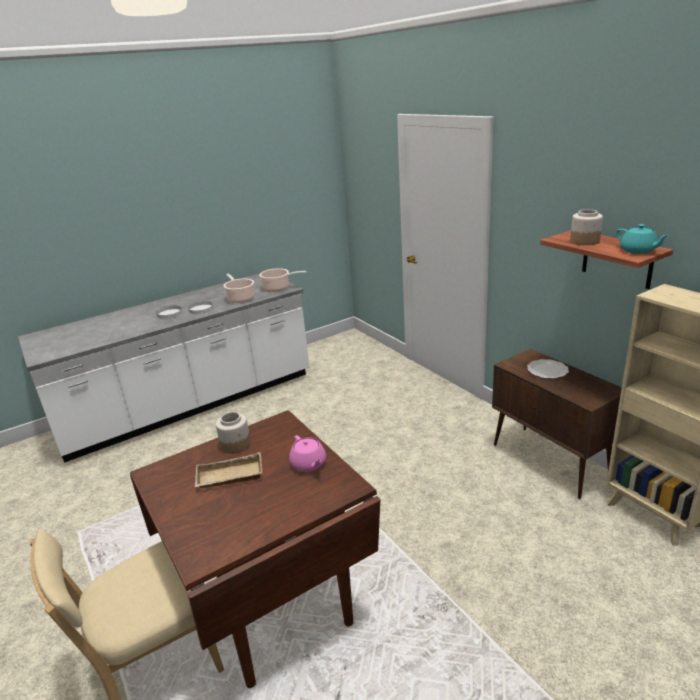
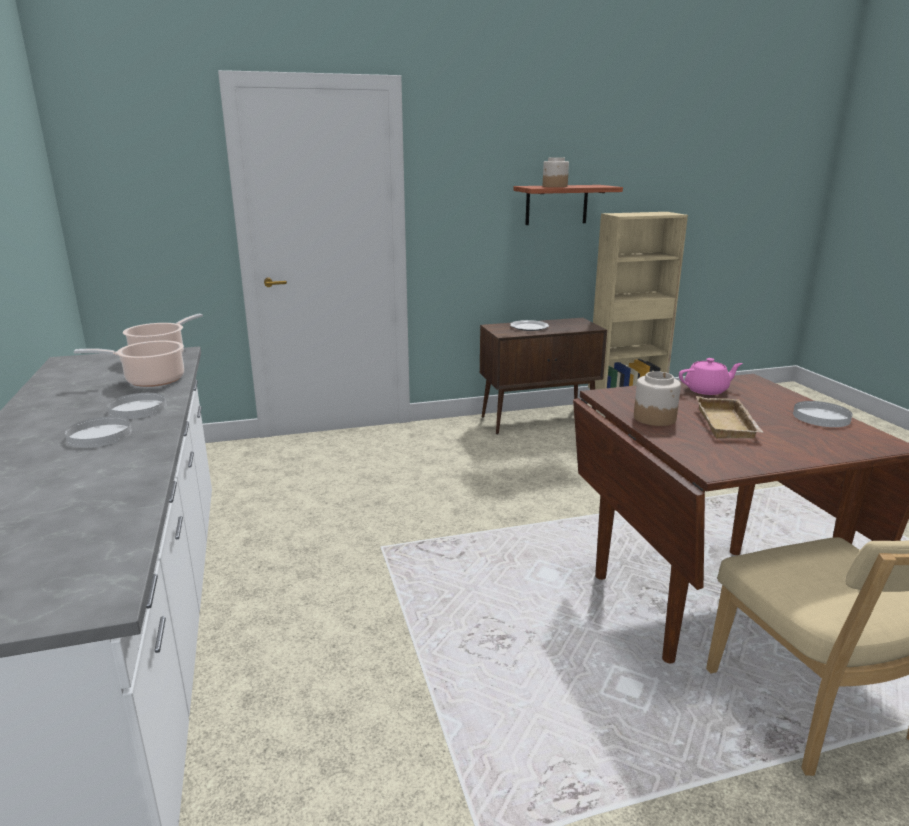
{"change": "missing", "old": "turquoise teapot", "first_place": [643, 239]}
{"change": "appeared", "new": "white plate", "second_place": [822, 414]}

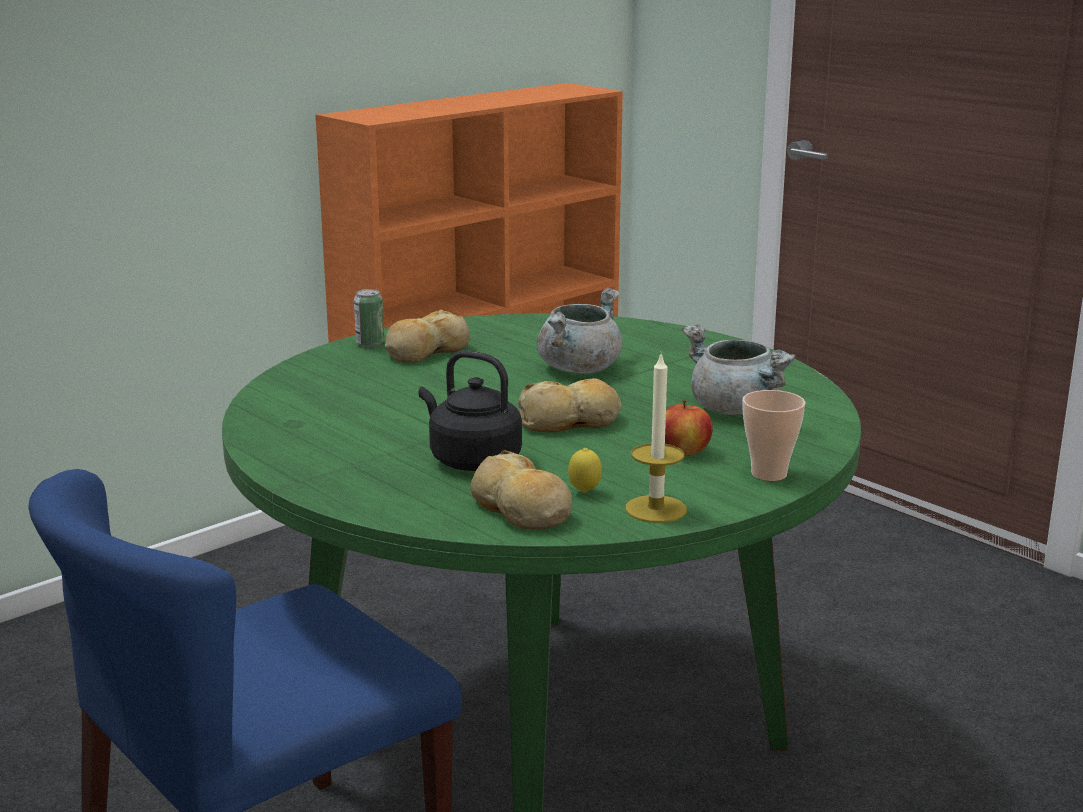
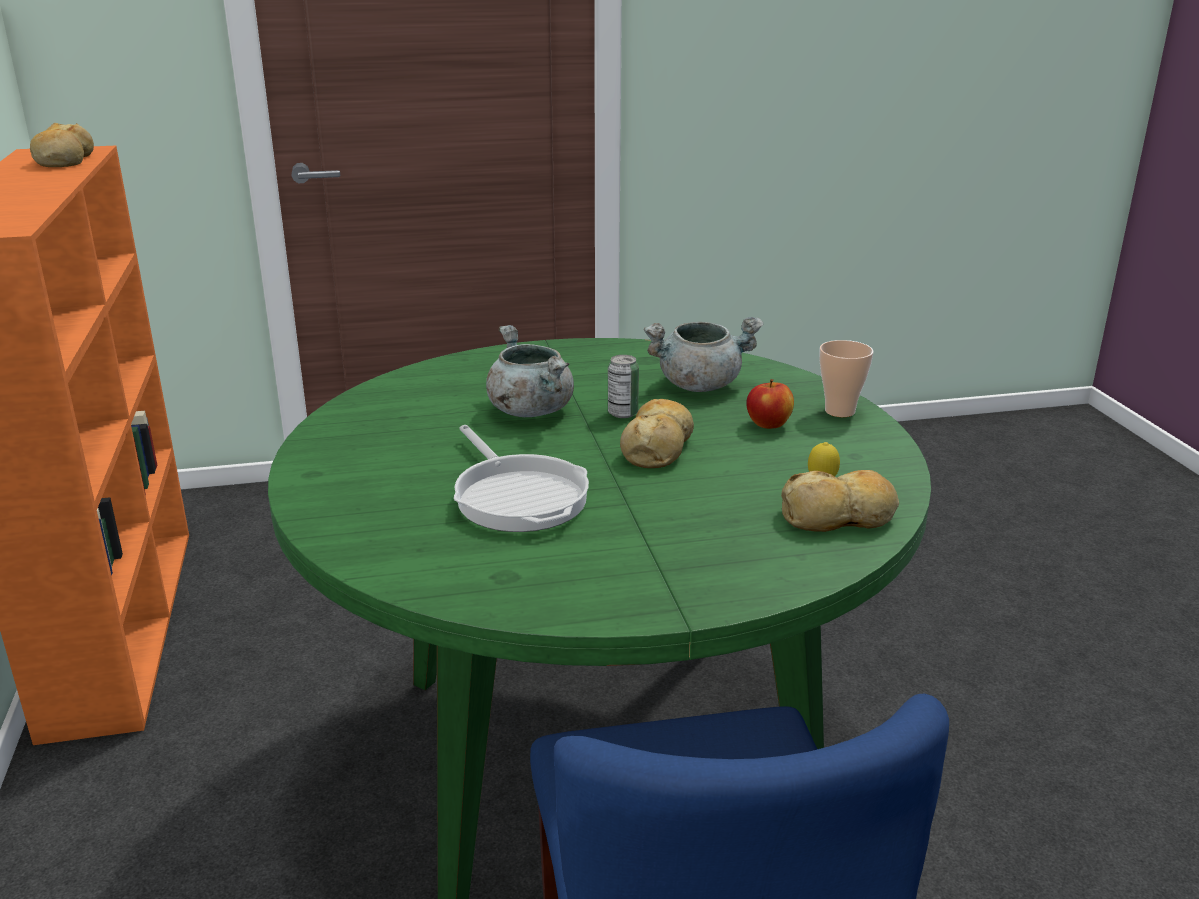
{"change": "missing", "old": "black kettle", "first_place": [470, 410]}
{"change": "missing", "old": "candle", "first_place": [656, 437]}
{"change": "appeared", "new": "frying pan", "second_place": [521, 478]}
{"change": "relocated", "old": "can", "first_place": [369, 318], "second_place": [623, 386]}
{"change": "relocated", "old": "bread", "first_place": [427, 336], "second_place": [62, 145]}

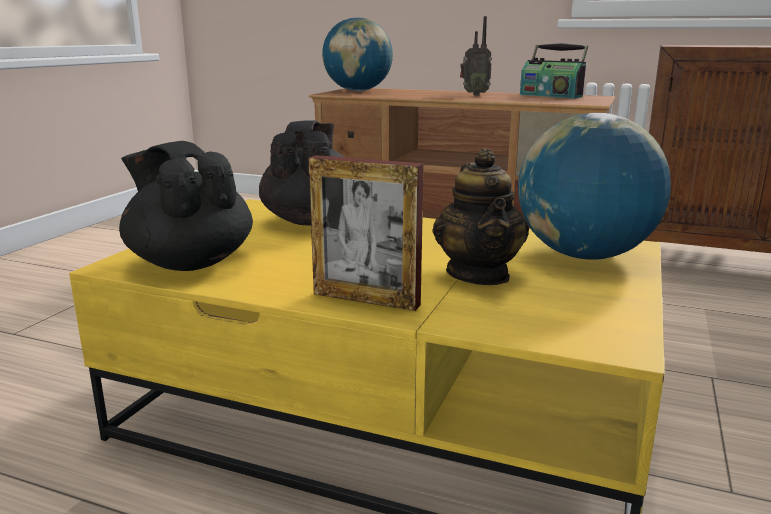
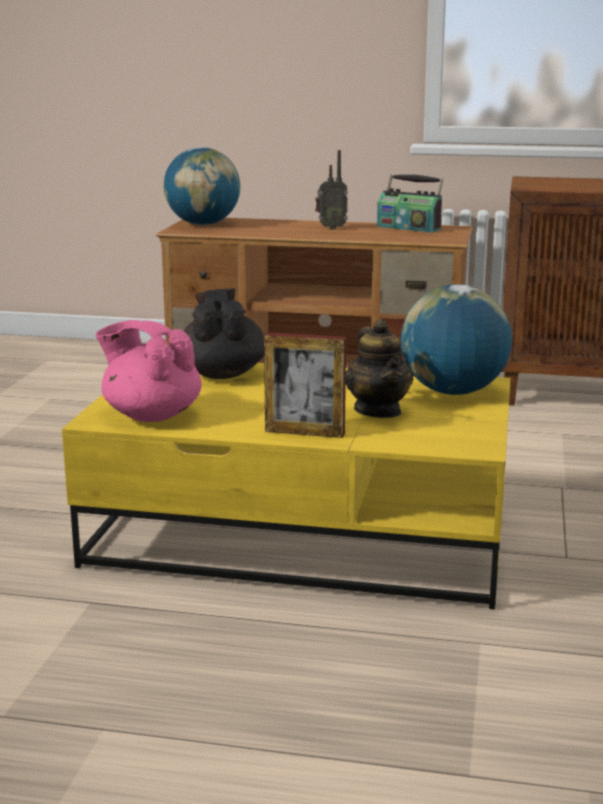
{"change": "colour", "old": "black teapot", "new": "pink teapot", "first_place": [186, 206], "second_place": [149, 371]}

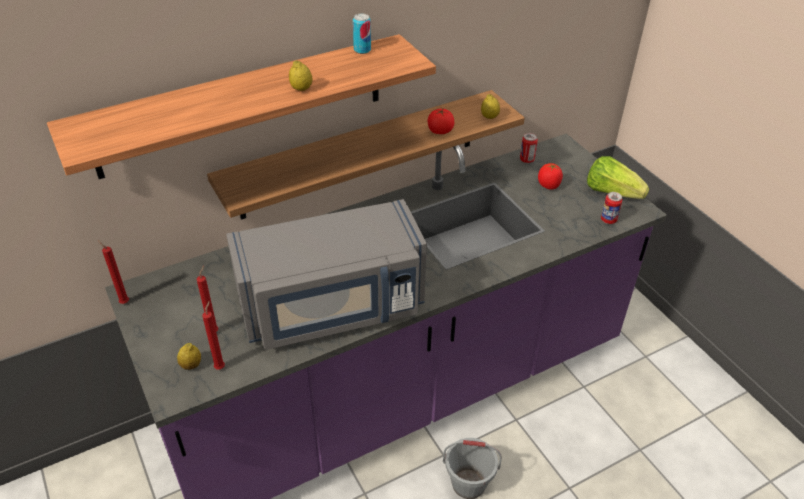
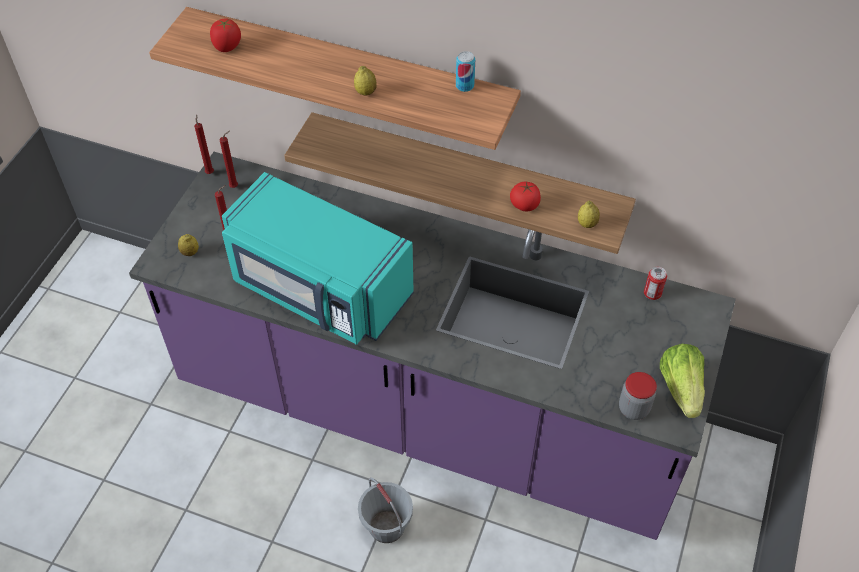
{"change": "relocated", "old": "red candle", "first_place": [213, 335], "second_place": [229, 159]}
{"change": "relocated", "old": "tomato", "first_place": [550, 176], "second_place": [225, 35]}
{"change": "exchanged", "old": "can", "new": "jar", "first_place": [612, 208], "second_place": [638, 396]}
{"change": "colour", "old": "grey microwave", "new": "turquoise microwave", "first_place": [326, 274], "second_place": [318, 258]}

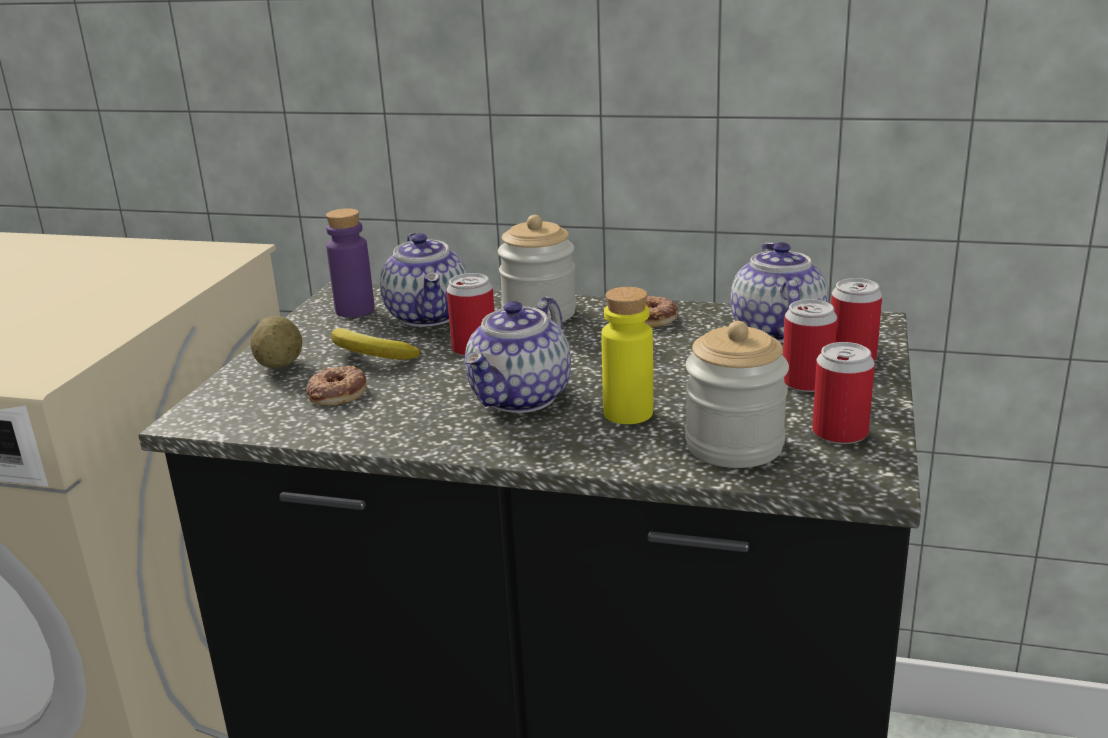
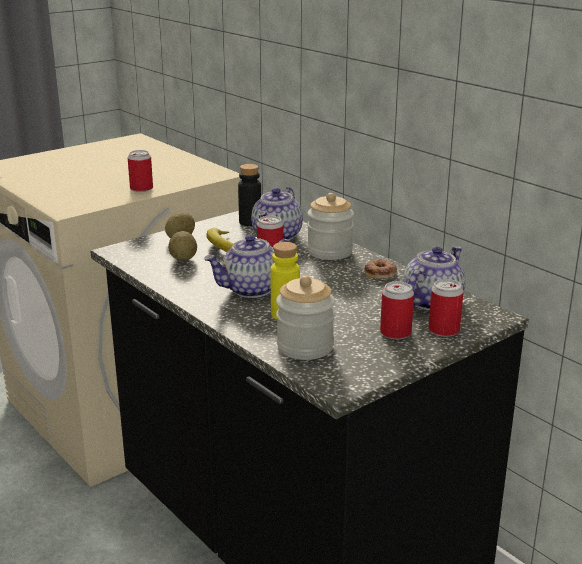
{"change": "relocated", "old": "can", "first_place": [843, 393], "second_place": [140, 171]}
{"change": "exchanged", "old": "donut", "new": "potato", "first_place": [336, 385], "second_place": [182, 245]}
{"change": "colour", "old": "purple bottle", "new": "black bottle", "first_place": [350, 262], "second_place": [249, 195]}

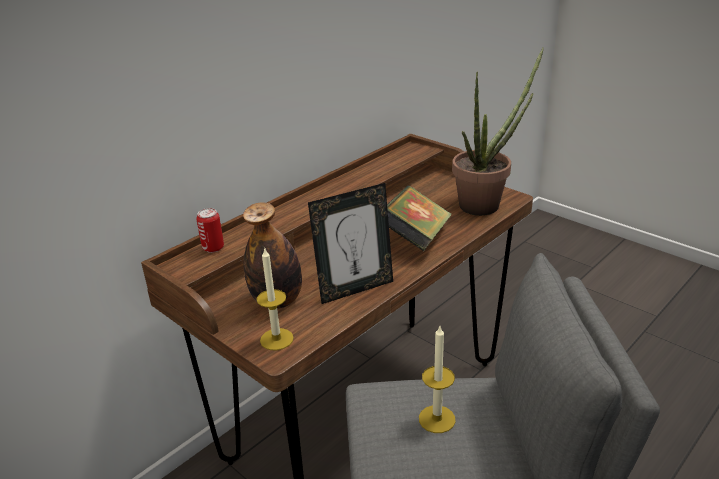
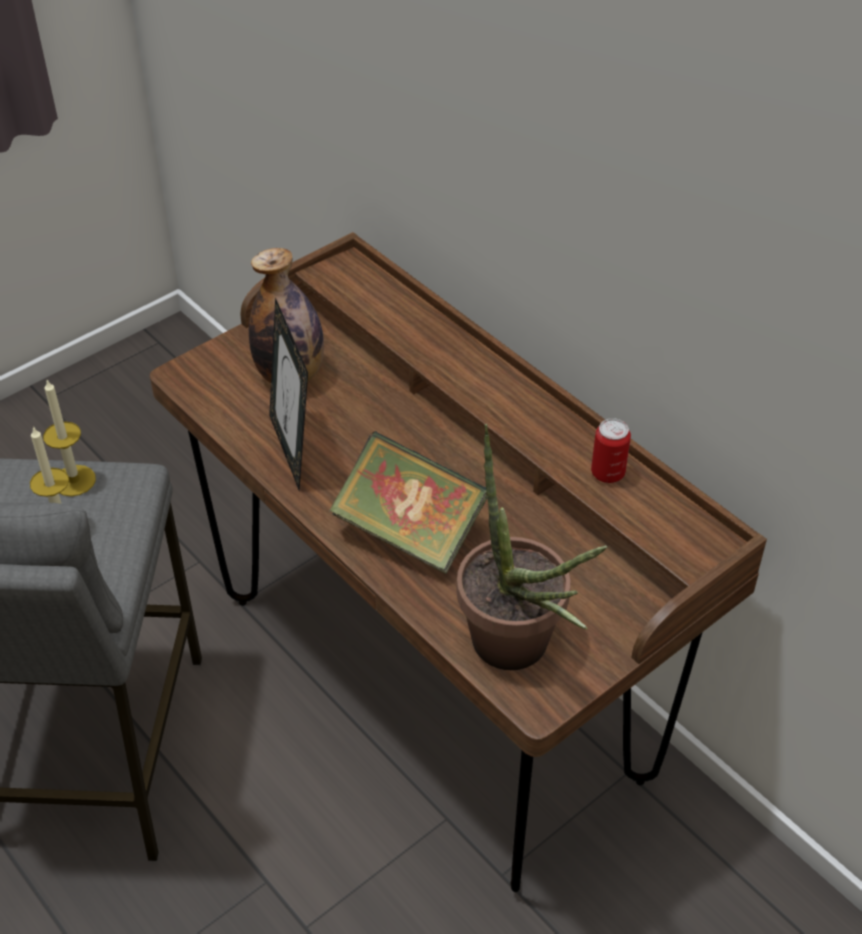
{"change": "relocated", "old": "can", "first_place": [210, 230], "second_place": [611, 450]}
{"change": "relocated", "old": "candle", "first_place": [275, 299], "second_place": [69, 438]}

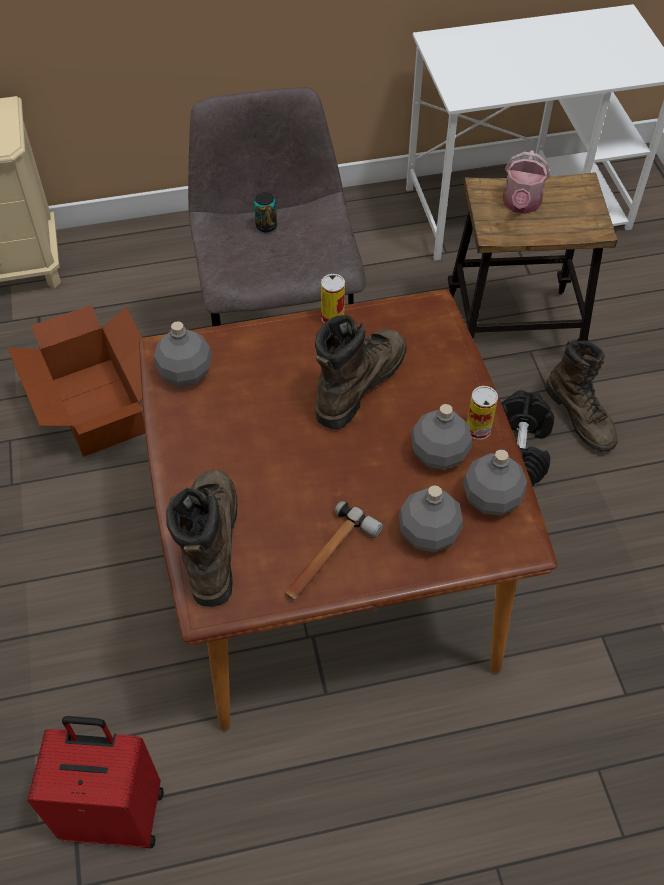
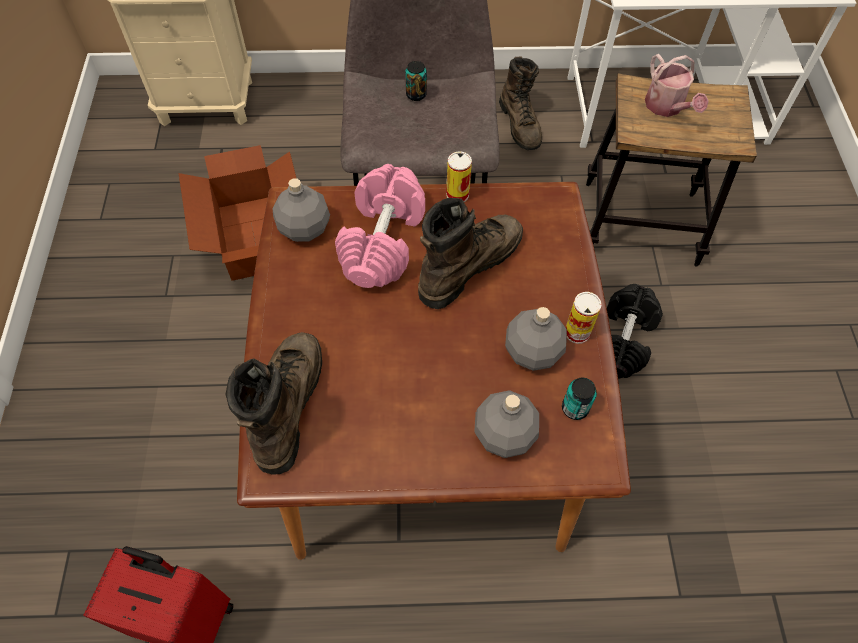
{"change": "missing", "old": "hammer", "first_place": [334, 550]}
{"change": "appeared", "new": "pink dumbbell", "second_place": [380, 226]}
{"change": "relocated", "old": "brown boot", "first_place": [581, 395], "second_place": [520, 103]}
{"change": "exchanged", "old": "grey bottle", "new": "can", "first_place": [495, 482], "second_place": [579, 398]}
{"change": "spun", "old": "watering can", "first_place": [526, 182], "second_place": [677, 85], "degrees": -45}

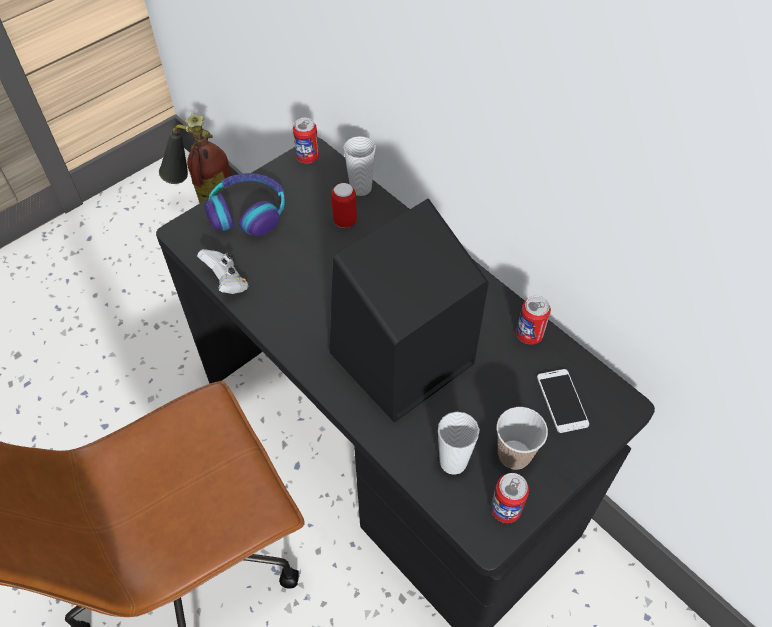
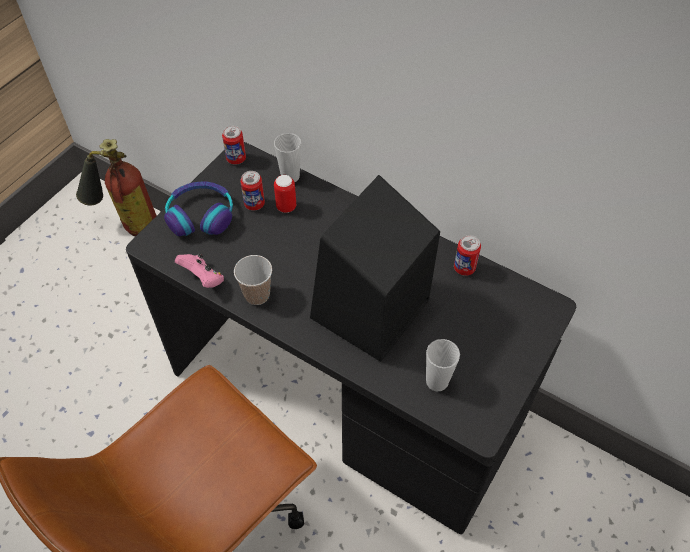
{"change": "missing", "old": "phone", "first_place": [563, 401]}
{"change": "relocated", "old": "can", "first_place": [510, 498], "second_place": [252, 191]}
{"change": "relocated", "old": "cup", "first_place": [522, 438], "second_place": [253, 280]}
{"change": "colour", "old": "white game controller", "new": "pink game controller", "first_place": [222, 271], "second_place": [199, 270]}

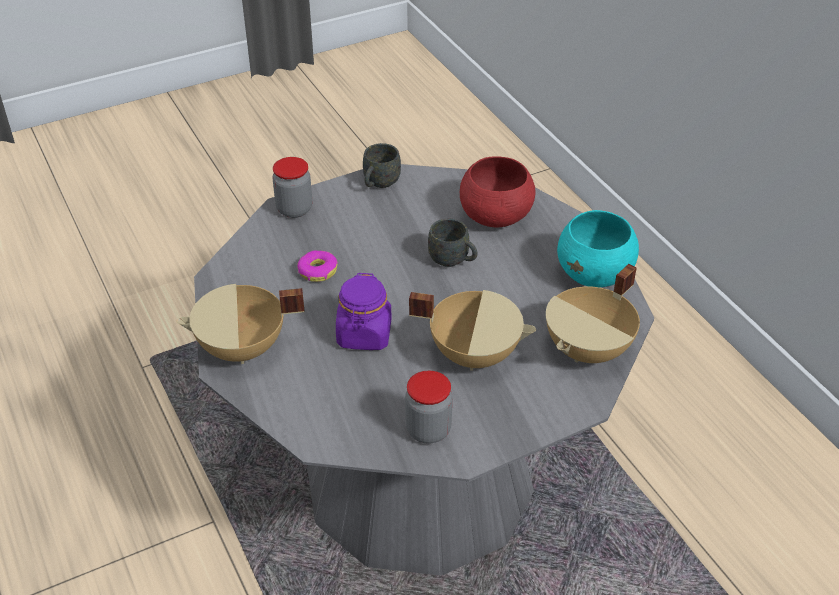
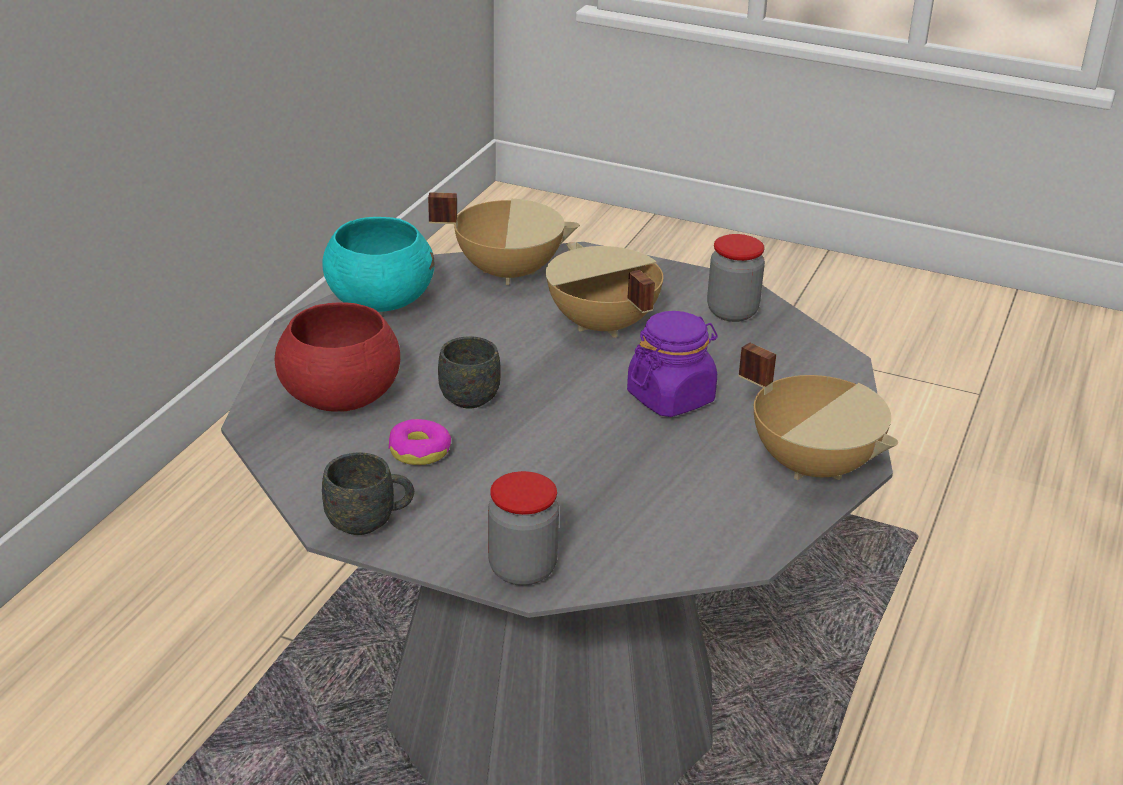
{"change": "relocated", "old": "donut", "first_place": [317, 266], "second_place": [420, 442]}

